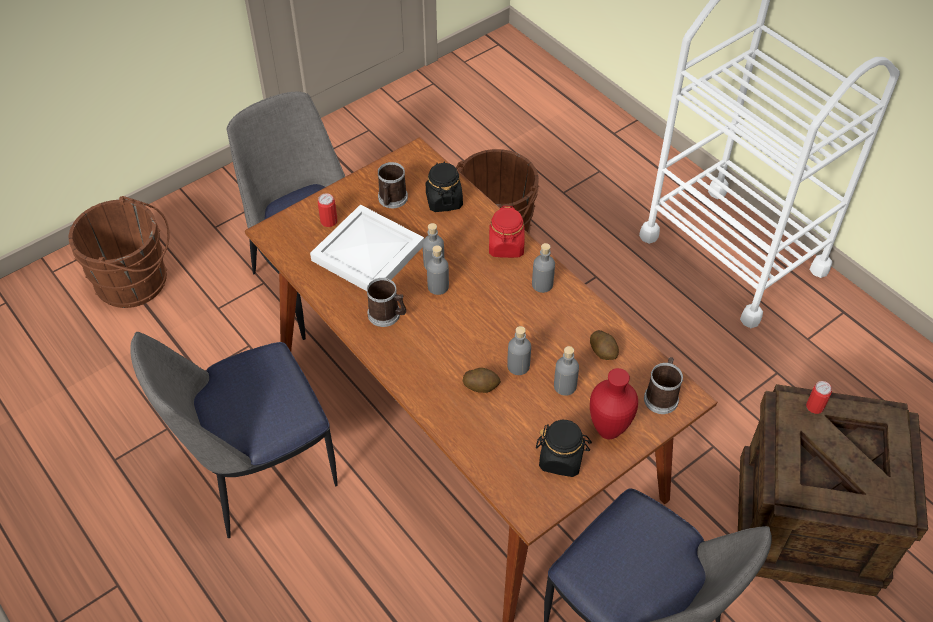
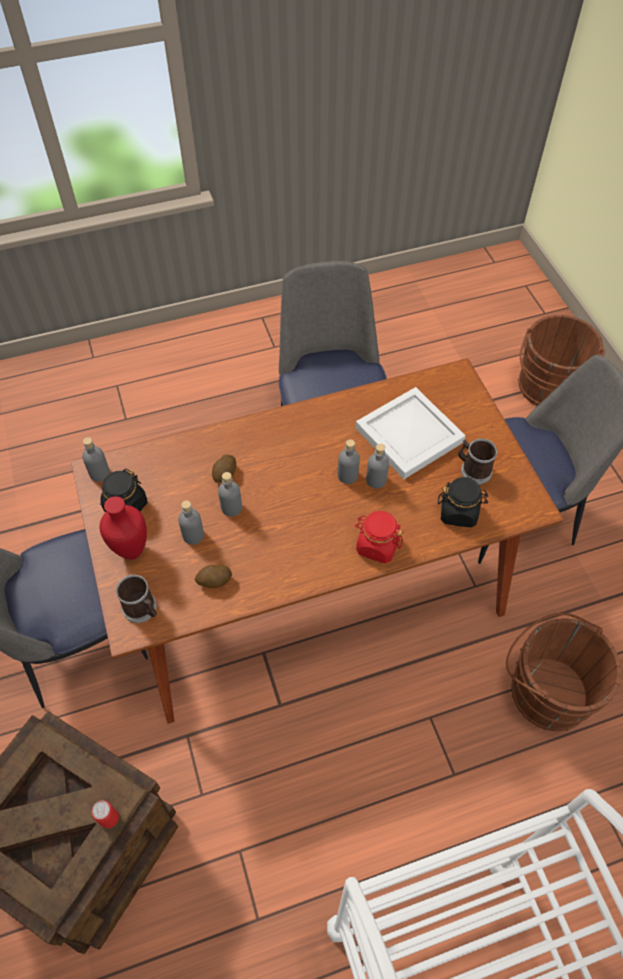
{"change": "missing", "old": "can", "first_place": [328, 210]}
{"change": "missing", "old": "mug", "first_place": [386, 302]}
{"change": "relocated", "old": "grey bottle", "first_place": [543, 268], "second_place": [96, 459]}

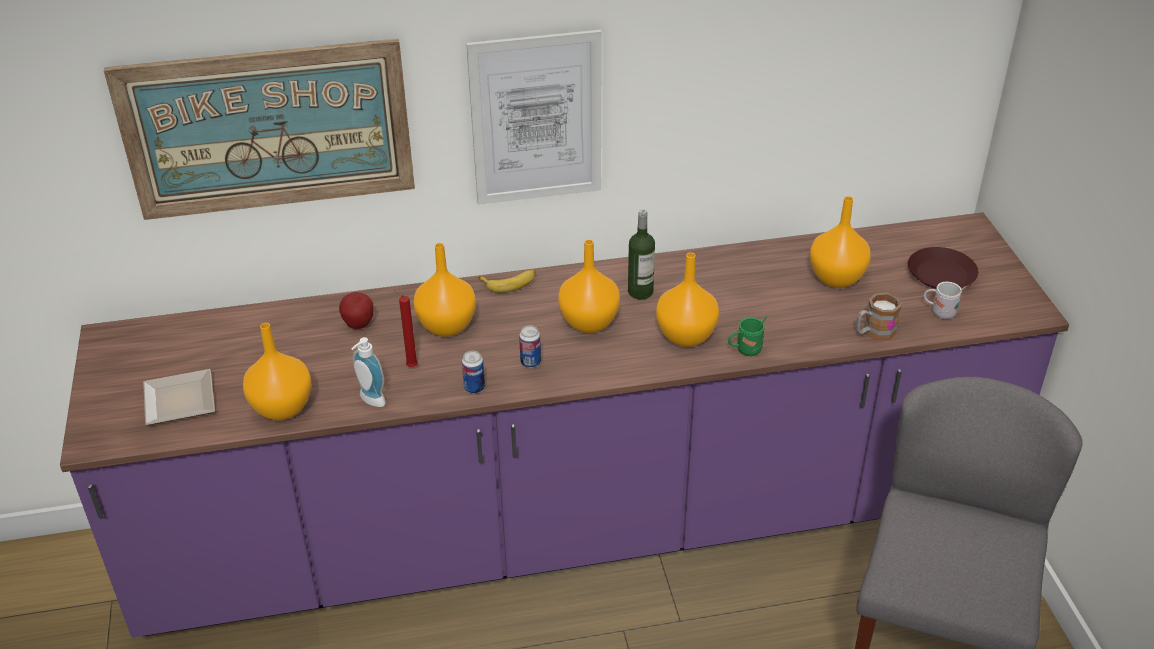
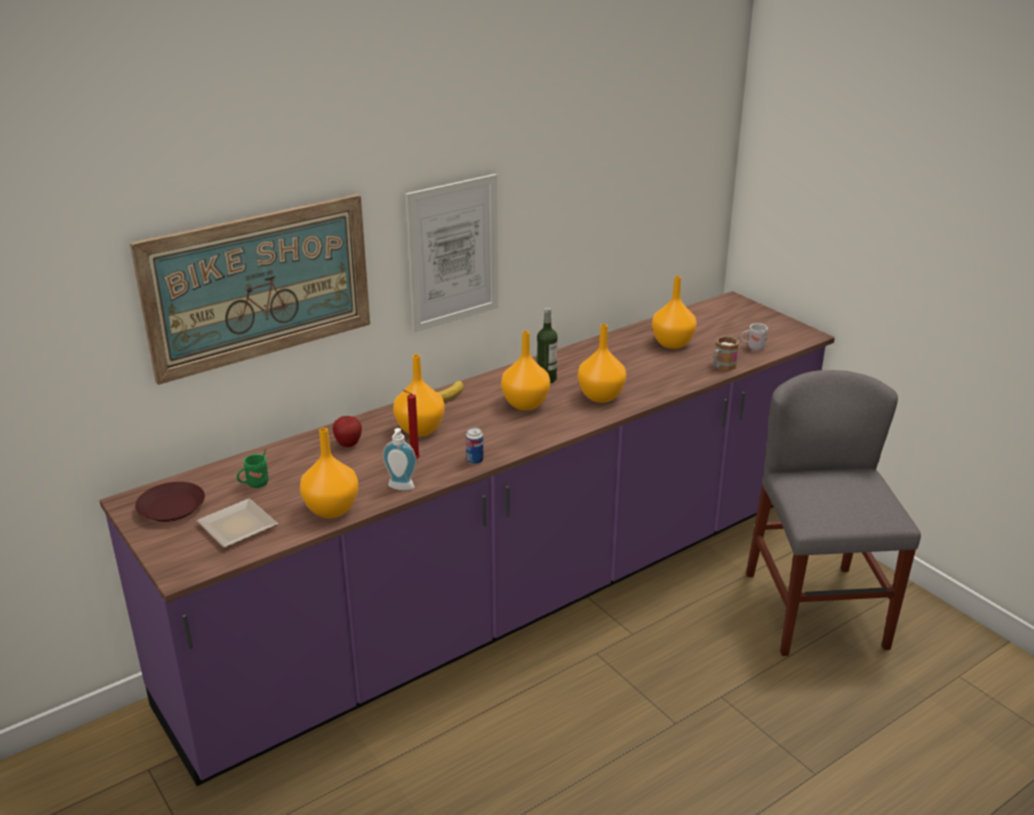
{"change": "missing", "old": "can", "first_place": [530, 346]}
{"change": "relocated", "old": "green mug", "first_place": [747, 336], "second_place": [253, 468]}
{"change": "relocated", "old": "brown plate", "first_place": [943, 268], "second_place": [170, 502]}

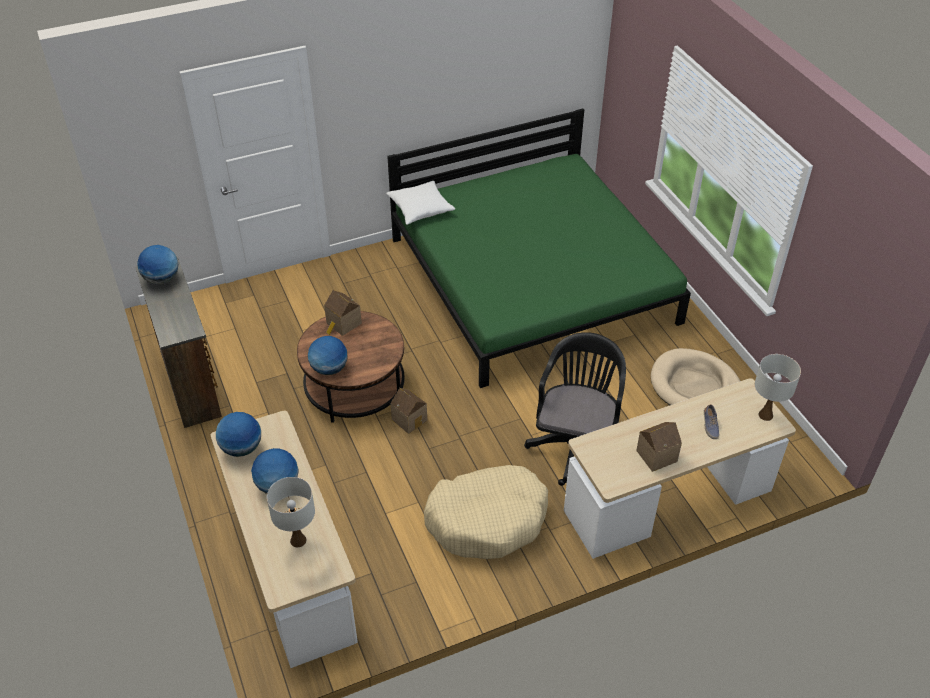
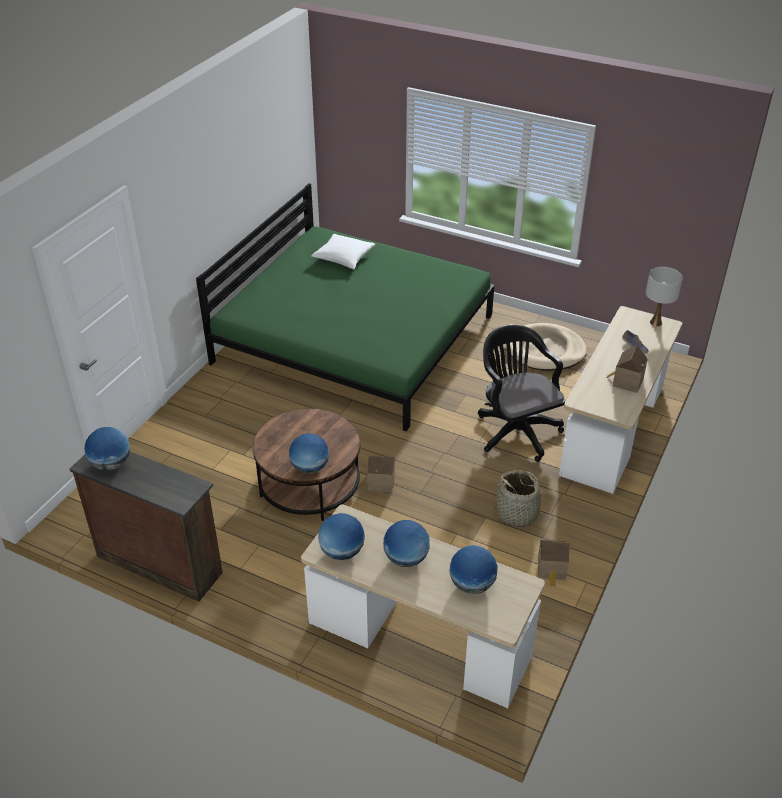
{"change": "relocated", "old": "toy house", "first_place": [343, 313], "second_place": [554, 562]}
{"change": "relocated", "old": "white pillow", "first_place": [420, 203], "second_place": [343, 252]}
{"change": "exchanged", "old": "white table lamp", "new": "globe", "first_place": [291, 512], "second_place": [473, 569]}
{"change": "exchanged", "old": "beige dog bed", "new": "basket", "first_place": [486, 512], "second_place": [521, 498]}

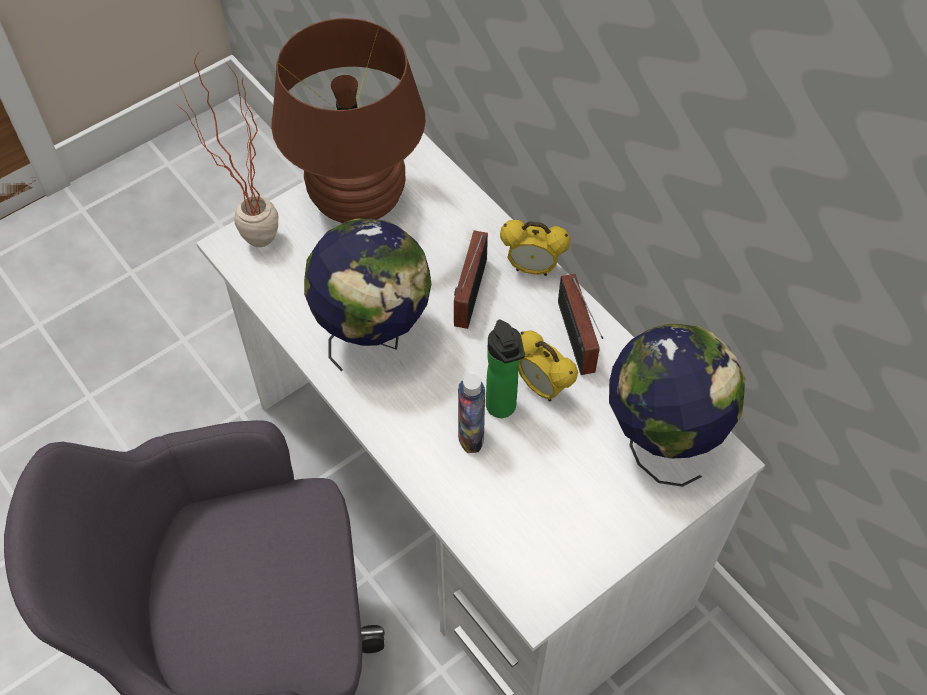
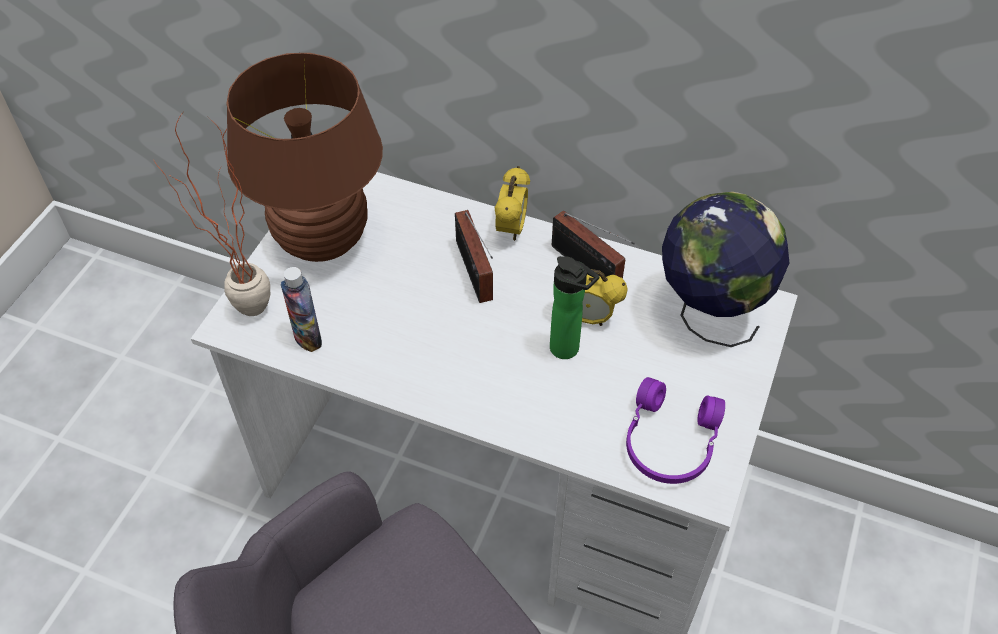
{"change": "missing", "old": "globe", "first_place": [367, 295]}
{"change": "appeared", "new": "purple headphones", "second_place": [675, 430]}
{"change": "relocated", "old": "bottle", "first_place": [471, 413], "second_place": [301, 309]}
{"change": "spun", "old": "alarm clock", "first_place": [535, 248], "second_place": [512, 203], "degrees": -60}

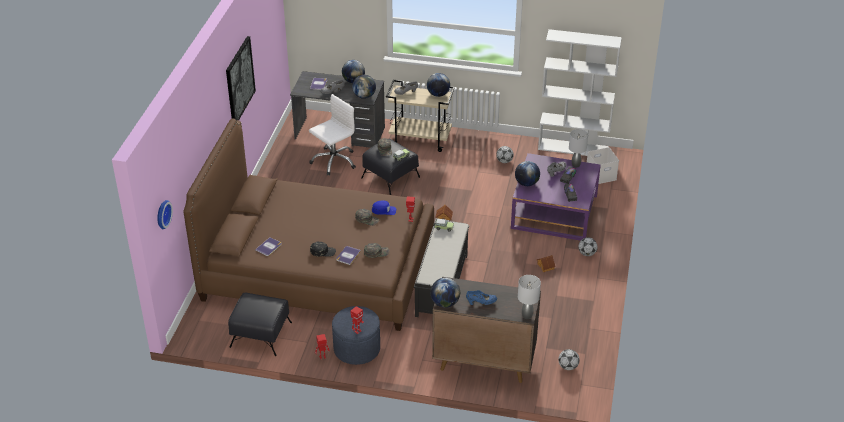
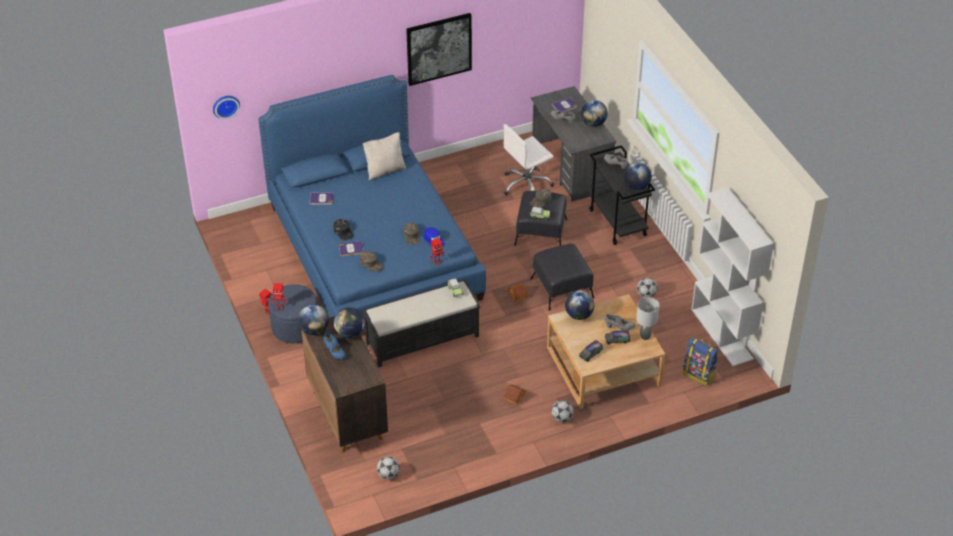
{"change": "missing", "old": "grey table lamp", "first_place": [529, 297]}
{"change": "appeared", "new": "beige pillow", "second_place": [384, 156]}
{"change": "relocated", "old": "black ottoman", "first_place": [260, 324], "second_place": [562, 277]}
{"change": "relocated", "old": "globe", "first_place": [364, 87], "second_place": [349, 322]}
{"change": "exchanged", "old": "white storage box", "new": "backpack", "first_place": [603, 165], "second_place": [701, 361]}
{"change": "colour", "old": "brown bed", "new": "blue bed", "first_place": [308, 224], "second_place": [372, 201]}
{"change": "colour", "old": "beige cart", "new": "black cart", "first_place": [420, 116], "second_place": [622, 195]}
{"change": "colour", "old": "purple coffee table", "new": "beige coffee table", "first_place": [555, 197], "second_place": [606, 351]}
{"change": "spun", "old": "white office chair", "first_place": [332, 135], "second_place": [528, 159], "degrees": 135}

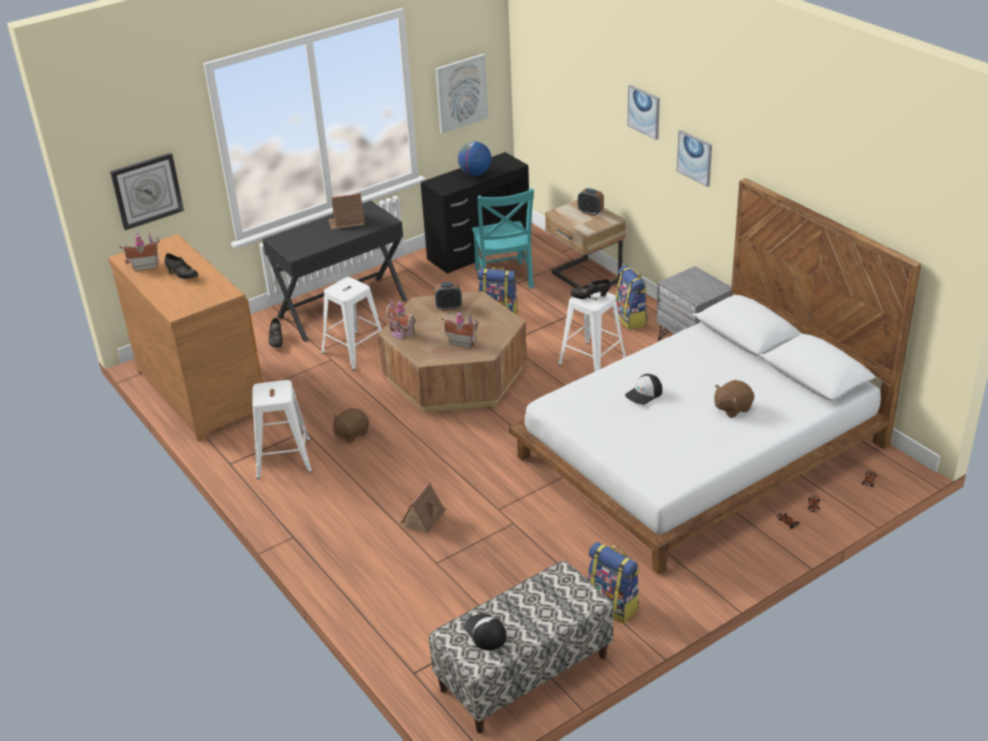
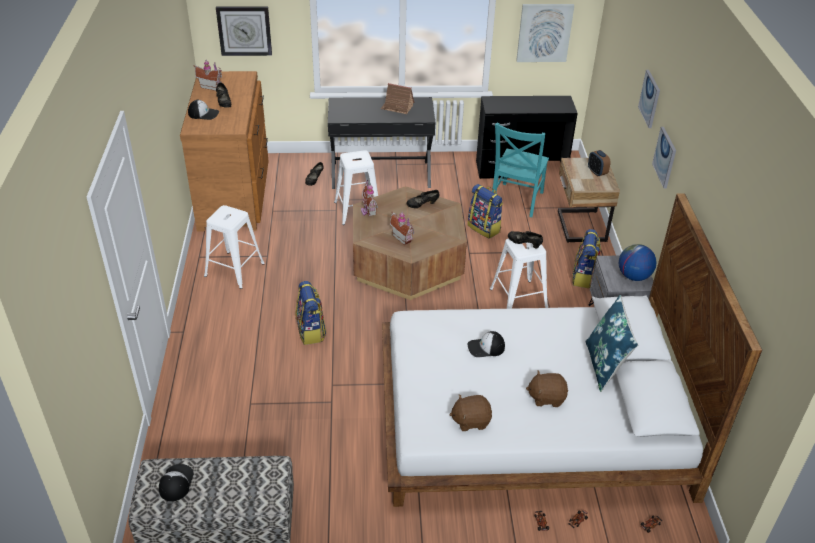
{"change": "missing", "old": "toy house", "first_place": [424, 508]}
{"change": "appeared", "new": "cap", "second_place": [203, 110]}
{"change": "appeared", "new": "blue pillow", "second_place": [612, 343]}
{"change": "relocated", "old": "brown plush toy", "first_place": [351, 425], "second_place": [471, 412]}
{"change": "relocated", "old": "globe", "first_place": [475, 159], "second_place": [638, 262]}
{"change": "relocated", "old": "backpack", "first_place": [613, 582], "second_place": [311, 313]}
{"change": "exchanged", "old": "alarm clock", "new": "black shoe", "first_place": [448, 296], "second_place": [422, 199]}

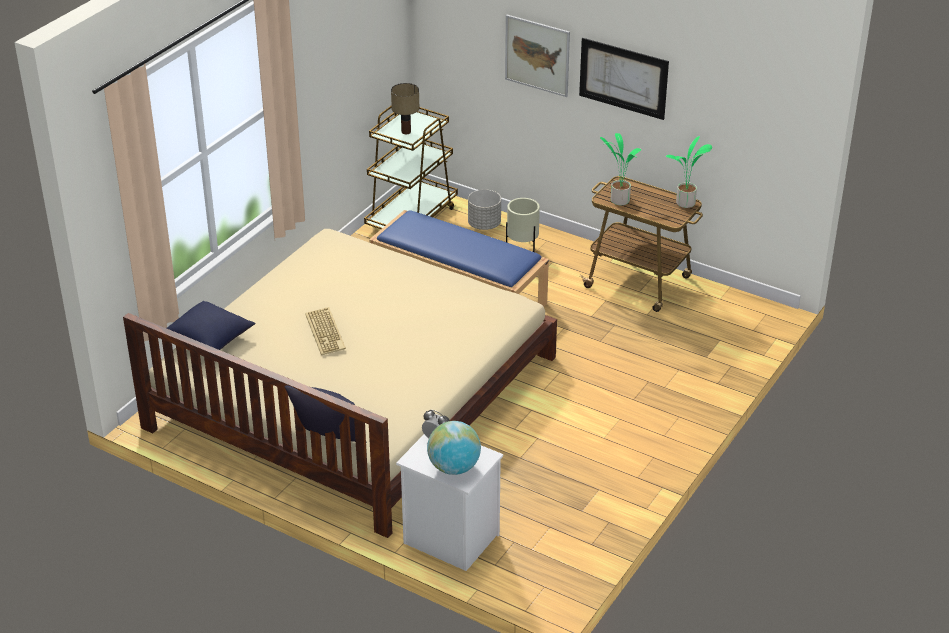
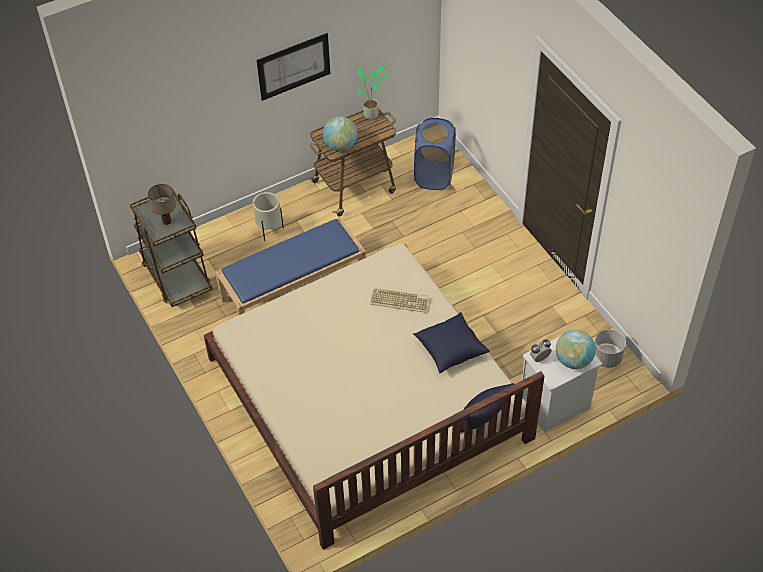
{"change": "missing", "old": "picture", "first_place": [537, 56]}
{"change": "appeared", "new": "blue laundry basket", "second_place": [435, 154]}
{"change": "relocated", "old": "blue pillow", "first_place": [211, 329], "second_place": [451, 342]}
{"change": "relocated", "old": "keyboard", "first_place": [325, 331], "second_place": [399, 300]}
{"change": "relocated", "old": "grey planter", "first_place": [484, 210], "second_place": [610, 348]}
{"change": "exchanged", "old": "potted plant", "new": "globe", "first_place": [621, 169], "second_place": [340, 133]}

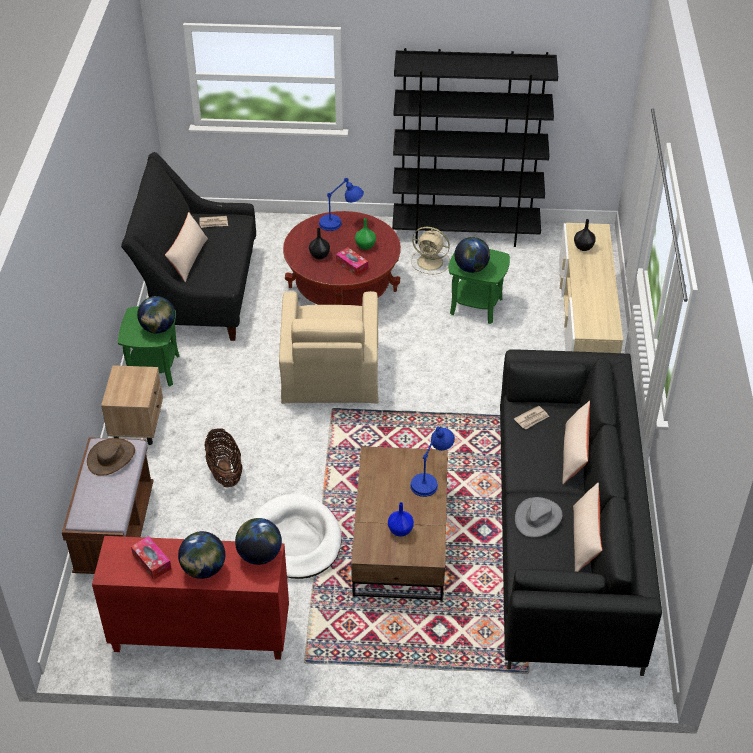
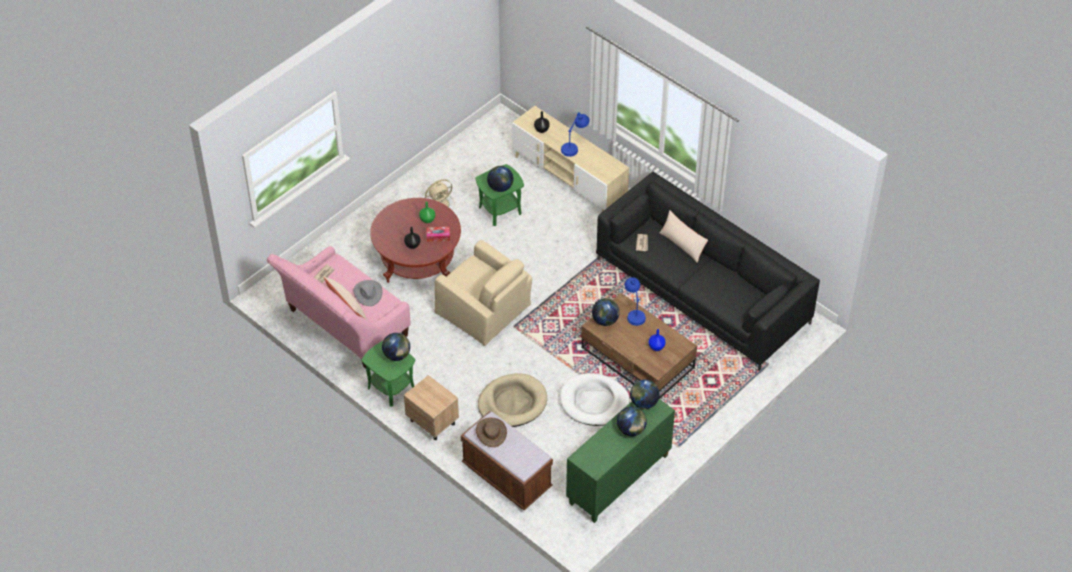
{"change": "missing", "old": "tissue box", "first_place": [151, 558]}
{"change": "missing", "old": "black bookcase", "first_place": [475, 147]}
{"change": "missing", "old": "beige pillow", "first_place": [587, 527]}
{"change": "appeared", "new": "globe", "second_place": [606, 312]}
{"change": "relocated", "old": "blue table lamp", "first_place": [341, 204], "second_place": [575, 134]}
{"change": "relocated", "old": "grey hat", "first_place": [538, 517], "second_place": [368, 293]}
{"change": "exchanged", "old": "basket", "new": "beige dog bed", "first_place": [223, 457], "second_place": [512, 400]}
{"change": "colour", "old": "red cabinet", "new": "green cabinet", "first_place": [190, 598], "second_place": [620, 461]}
{"change": "colour", "old": "black sofa", "new": "pink sofa", "first_place": [188, 246], "second_place": [339, 307]}

